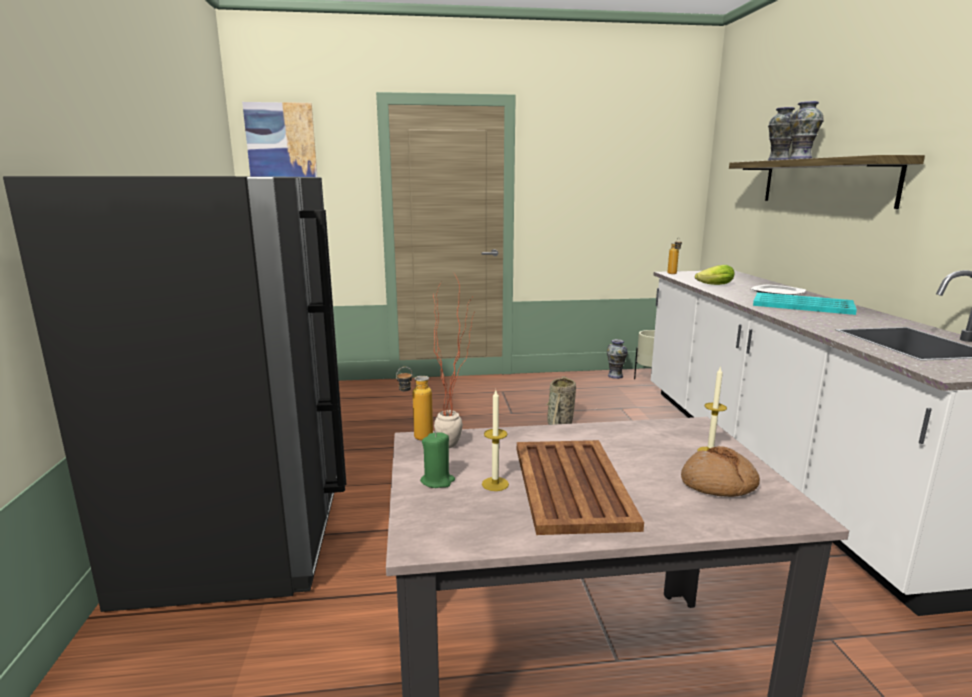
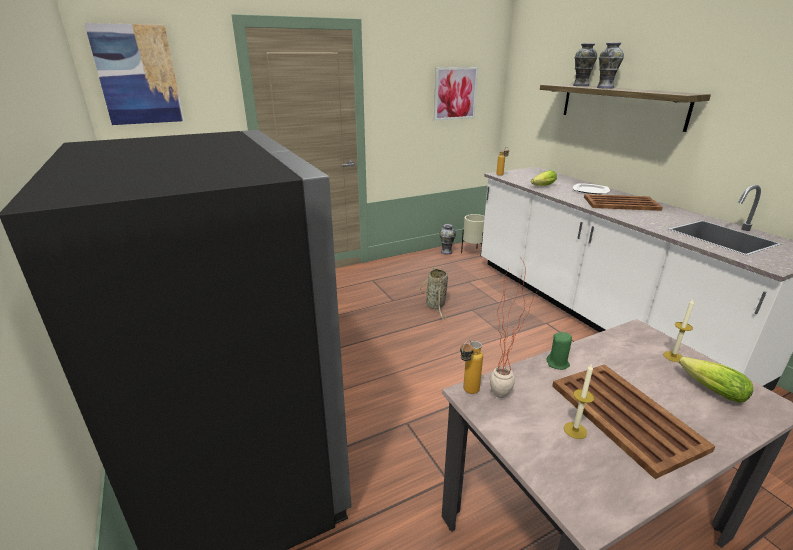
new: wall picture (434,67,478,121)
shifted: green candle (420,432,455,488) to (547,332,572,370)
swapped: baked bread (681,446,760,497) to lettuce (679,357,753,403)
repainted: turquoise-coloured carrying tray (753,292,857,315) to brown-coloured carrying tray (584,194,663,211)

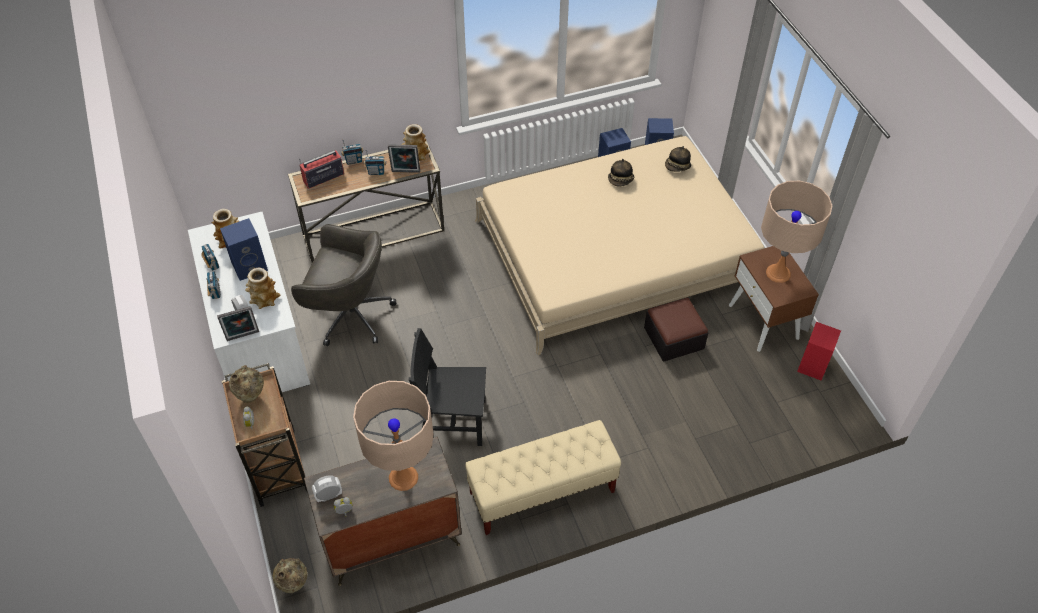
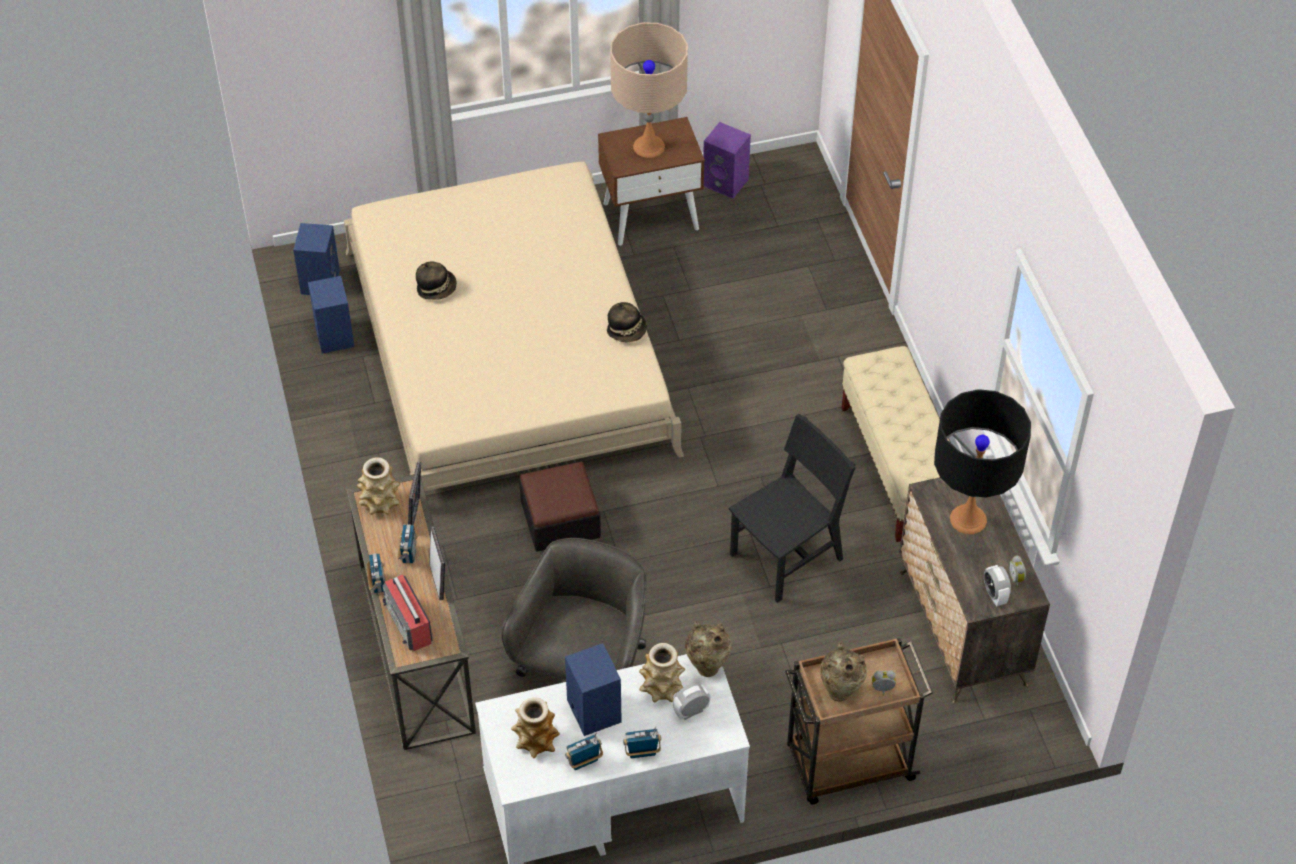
shifted: photo frame (217,306,259,341) to (429,526,445,600); sand-coloured vase (272,558,308,593) to (685,621,732,677); footrest (644,297,708,361) to (519,462,601,552); wearable hat (665,146,691,172) to (607,302,647,343)
repainted: sand-coloured tabletop lamp (353,381,433,491) to black tabletop lamp (934,389,1031,534); red audio speaker (797,322,841,381) to purplish audio speaker (703,122,751,199)
rotated: black plain chair (409,328,486,446) = (729,414,856,603) 135 degrees counterclockwise

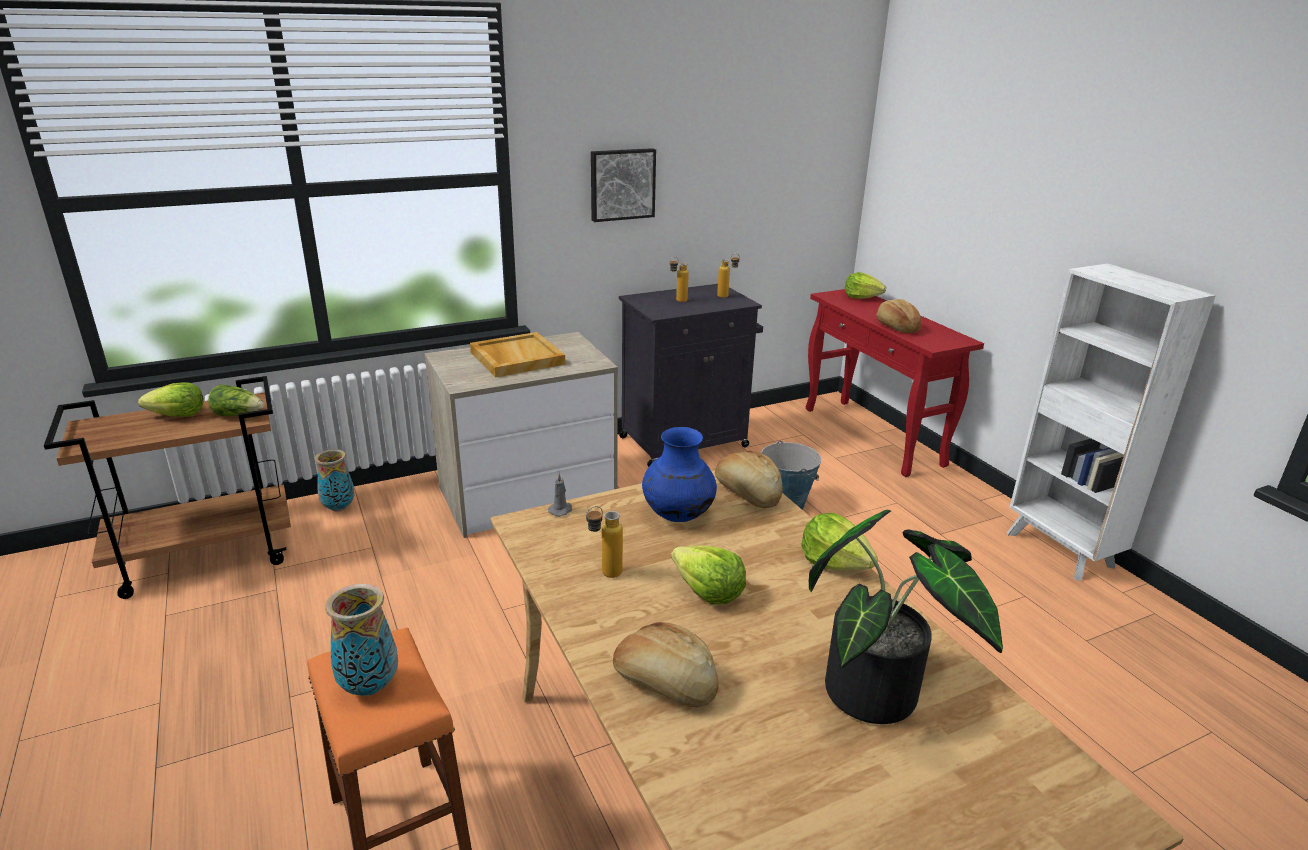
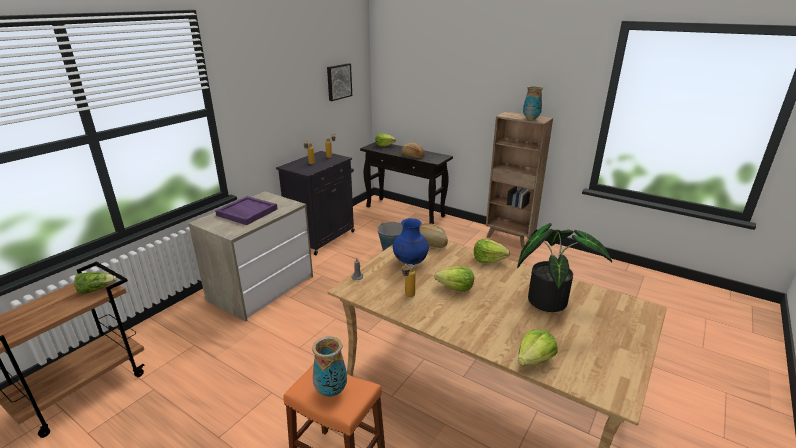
gone: baked bread (613,622,719,707)
shifted: lettuce (138,382,204,416) to (518,330,557,365); vase (315,449,354,512) to (523,86,543,120); wall picture (591,148,656,222) to (327,63,352,101)
repainted: sand-coloured carrying tray (470,332,565,378) to purplish carrying tray (215,196,278,225); red hall table (806,289,984,477) to black hall table (360,142,453,224); whitish bookshelf (1007,264,1216,581) to brown-coloured bookshelf (486,112,553,248)

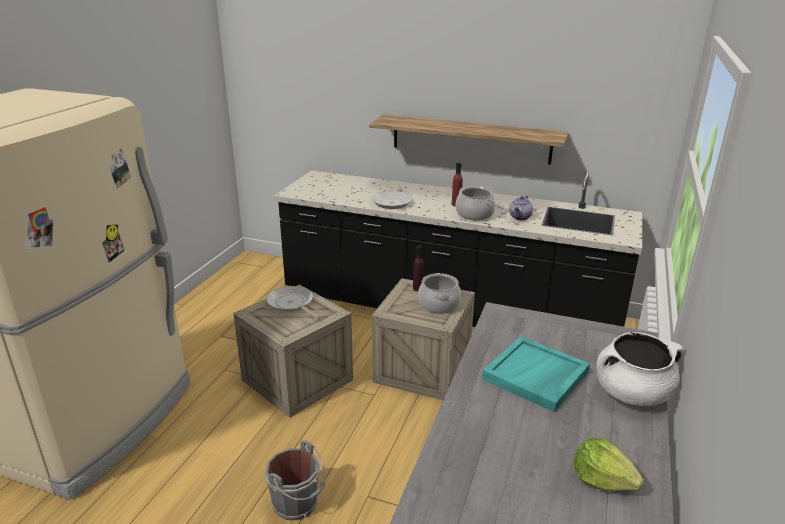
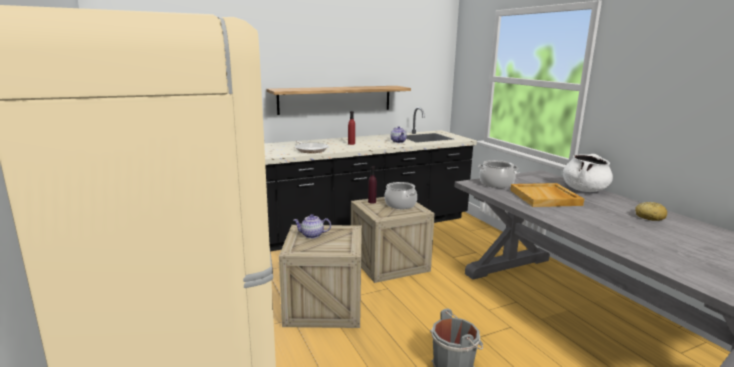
shifted: cooking pot (456,186,496,221) to (478,160,518,188)
swapped: pan (266,286,320,319) to pot for tea (293,214,331,238); lettuce (574,438,644,491) to baked bread (635,202,667,221)
repainted: turquoise-coloured carrying tray (482,336,590,412) to sand-coloured carrying tray (510,183,584,207)

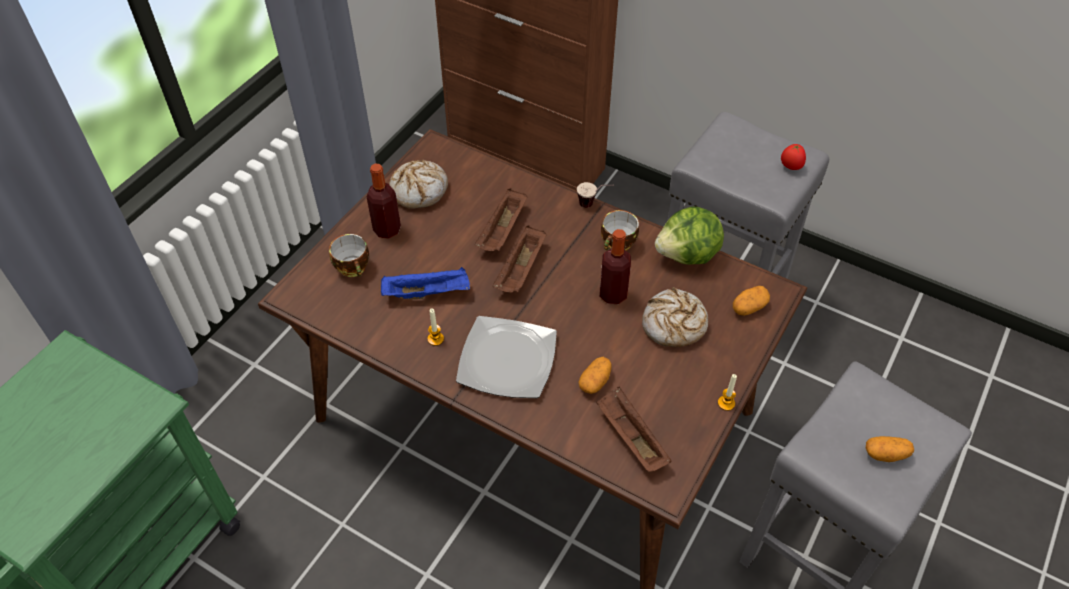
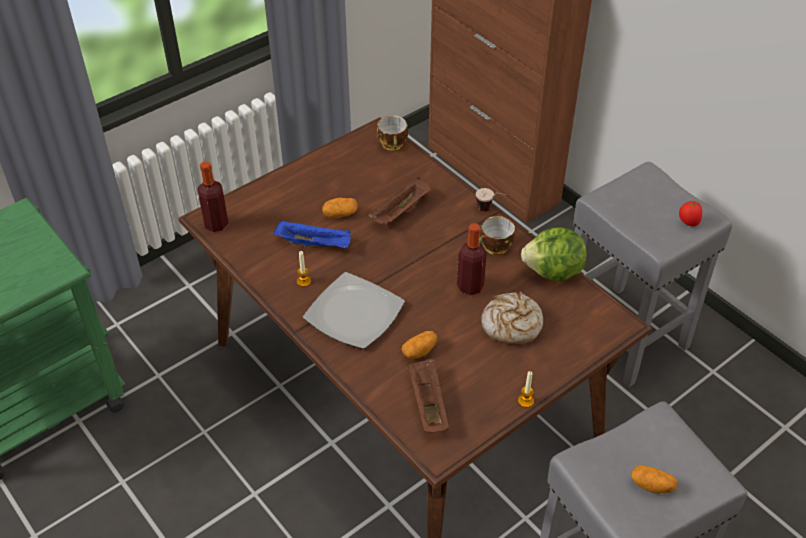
gone: baked bread (389,160,448,208); brown-coloured carrying tray (493,226,547,293)
shifted: small cup (329,234,369,277) to (377,116,408,151); beverage bottle (367,163,401,239) to (197,161,229,232); potato (733,286,770,316) to (322,198,358,218)

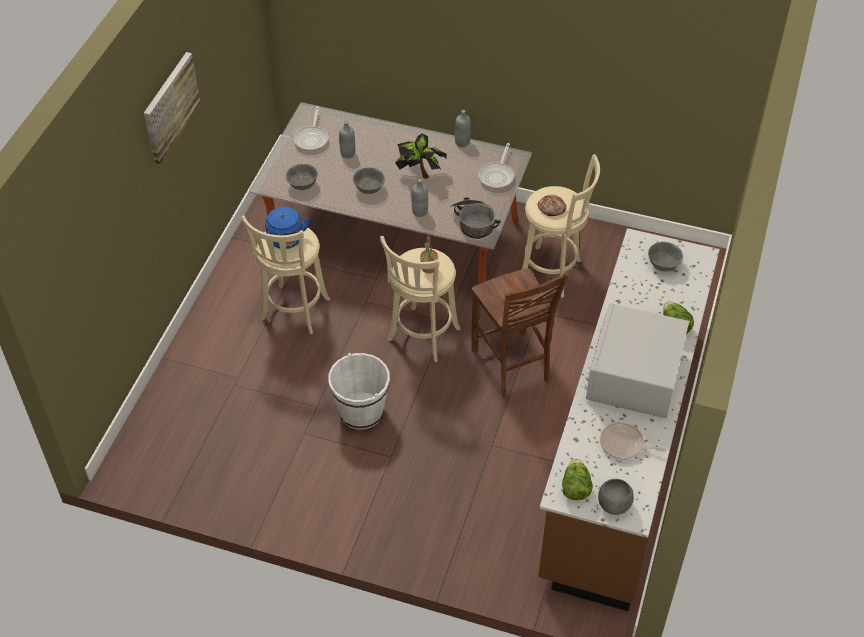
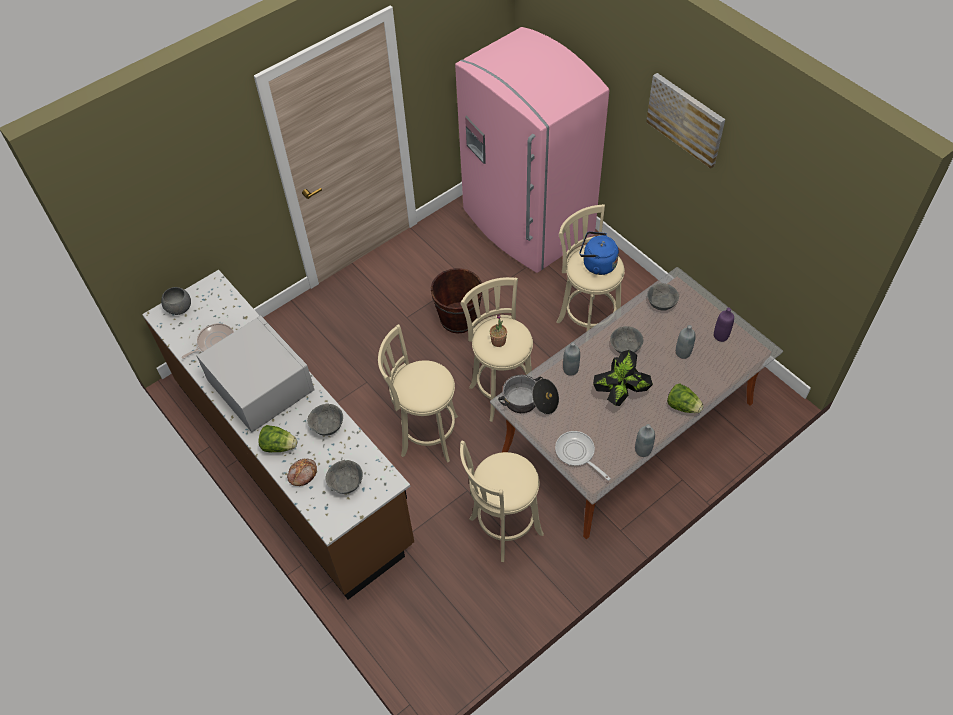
new: gray deep dish (307,403,343,436); pink fridge (455,27,609,273)
shifted: baked bread (538,195,566,216) to (287,459,317,486); lettuce (562,459,593,500) to (667,383,704,413)
swapped: pan (294,106,329,151) to purplish beverage bottle (714,308,734,342); brown-coloured plain chair (471,268,569,398) to sand-coloured stool seat (378,324,458,463)
repainted: whitish bucket (328,353,390,430) to brown-coloured bucket (431,268,482,334)

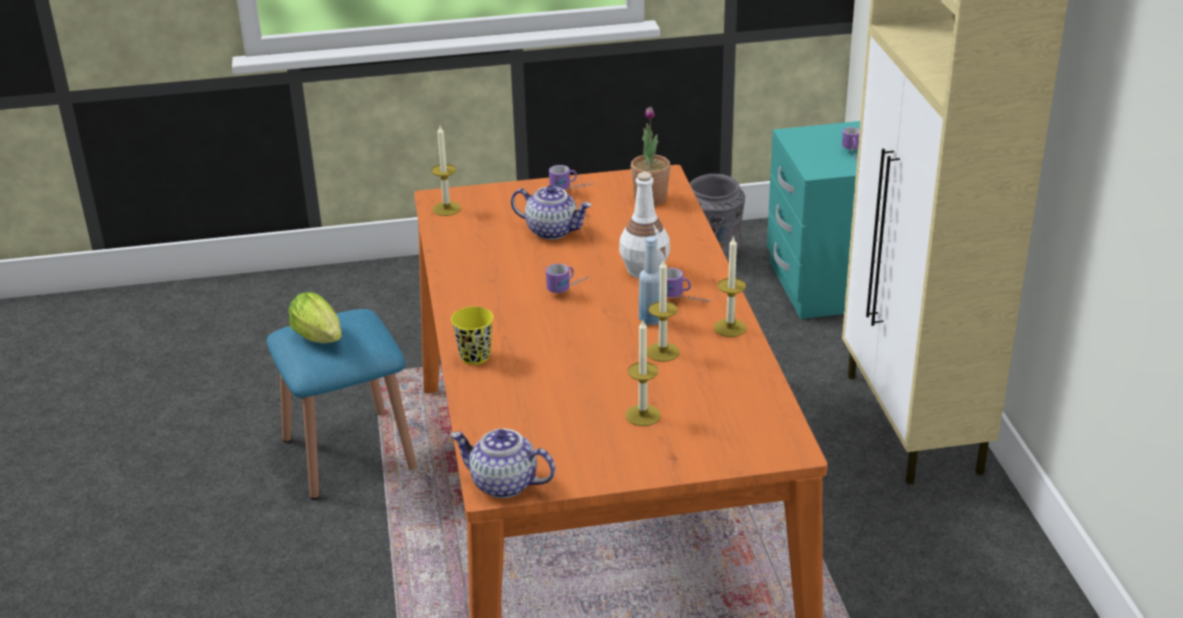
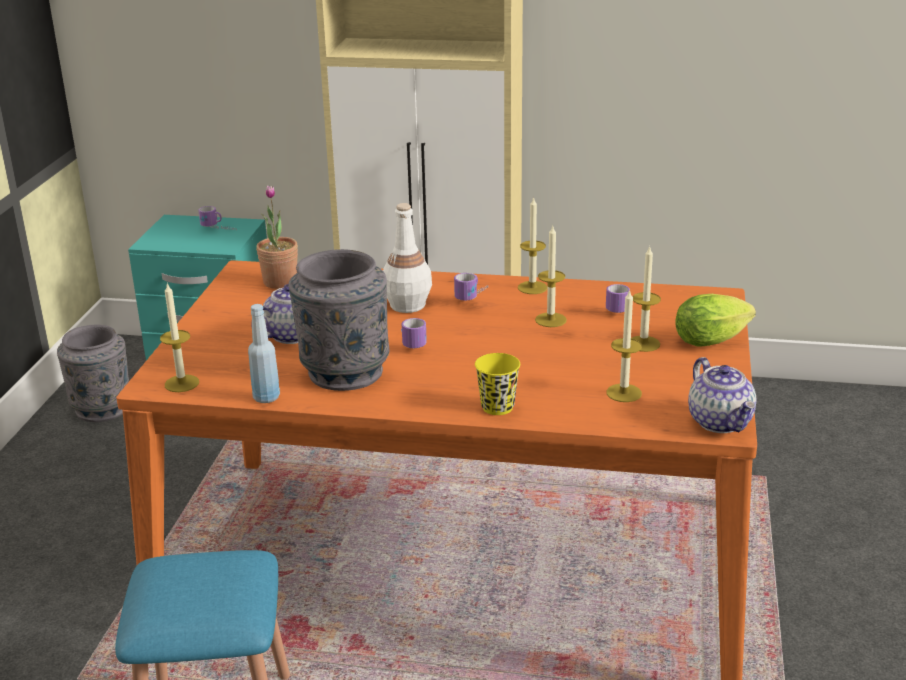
new: gray vase (289,249,389,391); candle (607,289,642,402)
shifted: lettuce (288,292,342,343) to (675,294,756,347); tea mug (549,165,594,190) to (606,284,630,313); blue beverage bottle (639,236,660,325) to (248,304,280,403)
rotated: pot for tea (450,429,555,498) = (688,357,756,433) 60 degrees counterclockwise

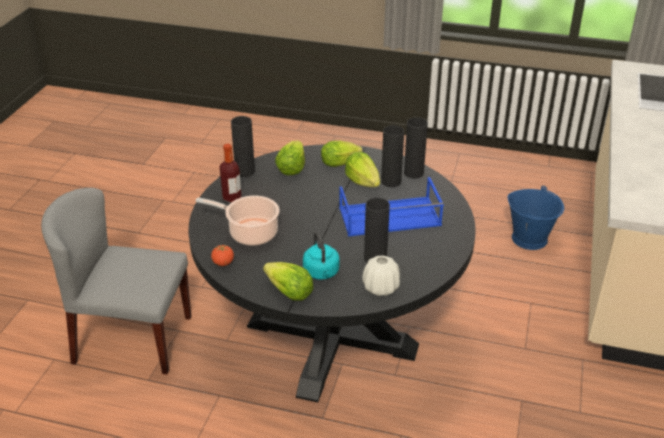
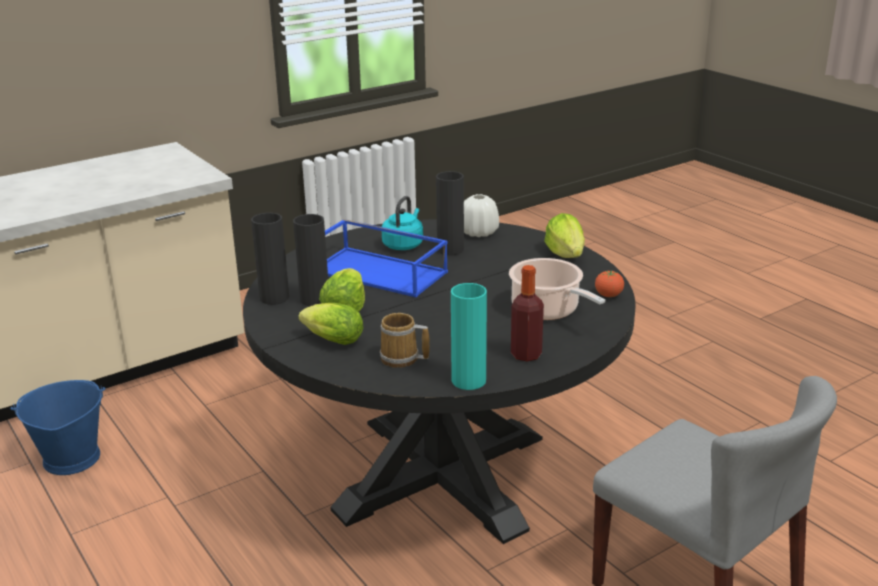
shifted: turquoise-coloured water kettle (303,232,340,280) to (382,196,423,250)
swapped: lettuce (275,140,305,175) to tea mug (380,313,430,368)
repainted: black vase (231,116,255,177) to turquoise-coloured vase (451,283,487,390)

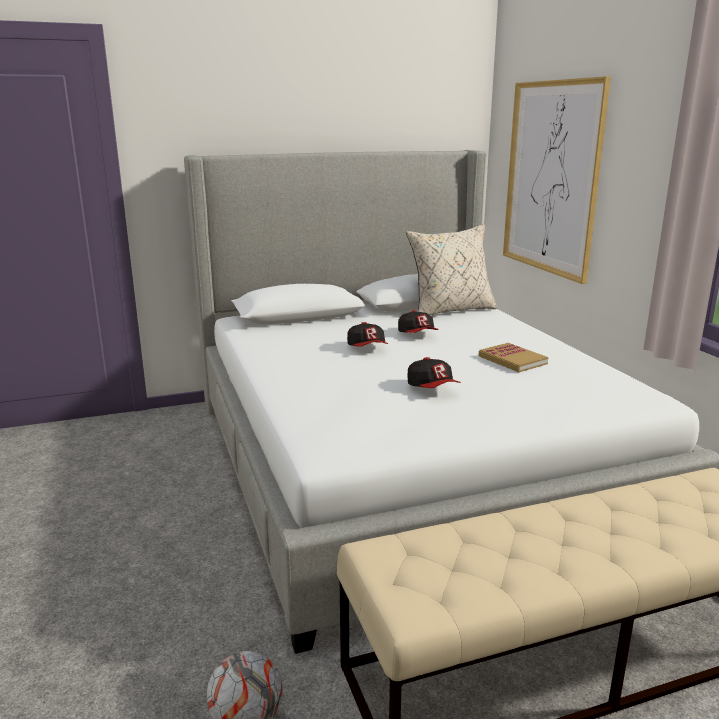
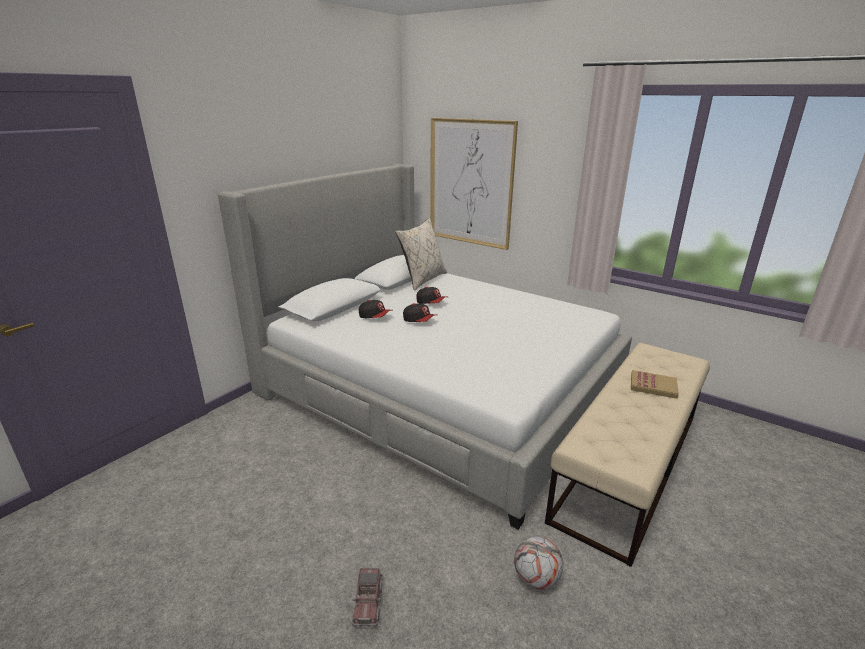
new: toy lorry (352,568,383,627)
shifted: peaked cap (408,357,461,388) to (359,300,391,318); volume (479,343,548,372) to (631,370,679,399)

